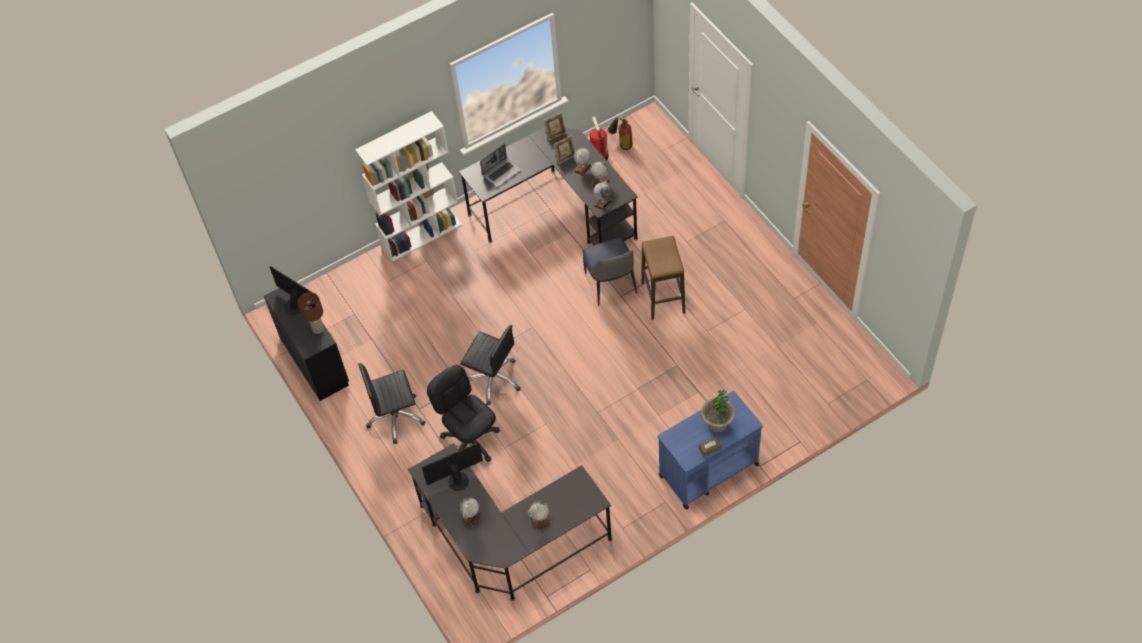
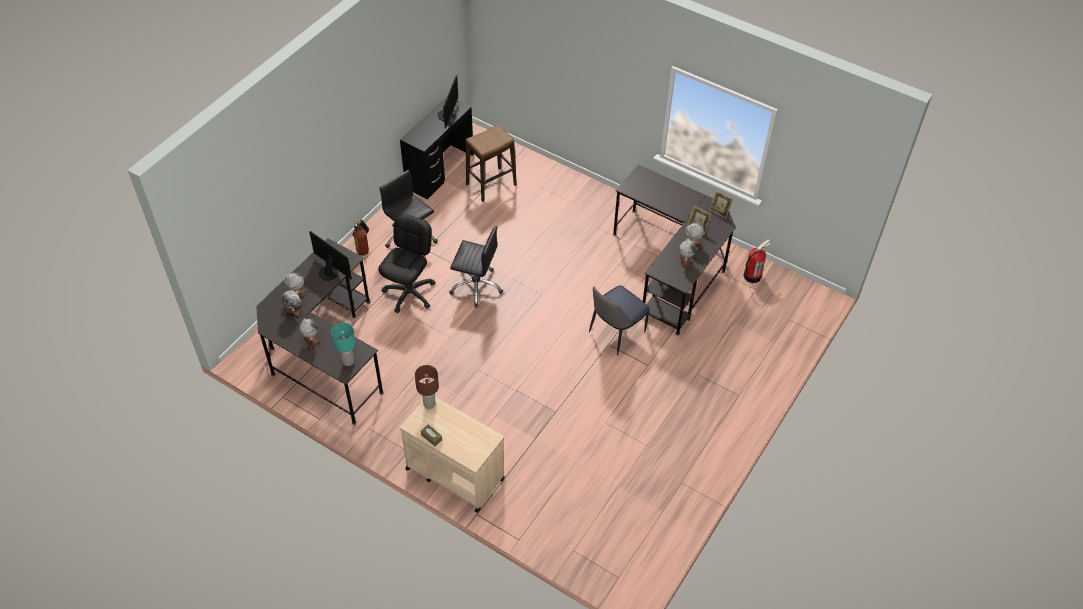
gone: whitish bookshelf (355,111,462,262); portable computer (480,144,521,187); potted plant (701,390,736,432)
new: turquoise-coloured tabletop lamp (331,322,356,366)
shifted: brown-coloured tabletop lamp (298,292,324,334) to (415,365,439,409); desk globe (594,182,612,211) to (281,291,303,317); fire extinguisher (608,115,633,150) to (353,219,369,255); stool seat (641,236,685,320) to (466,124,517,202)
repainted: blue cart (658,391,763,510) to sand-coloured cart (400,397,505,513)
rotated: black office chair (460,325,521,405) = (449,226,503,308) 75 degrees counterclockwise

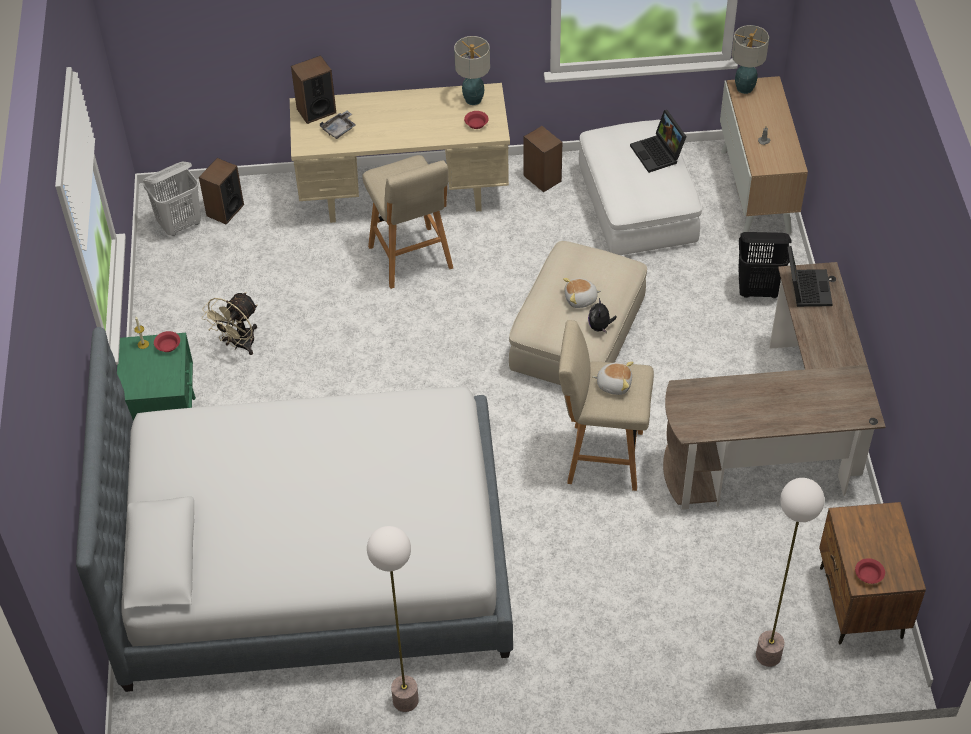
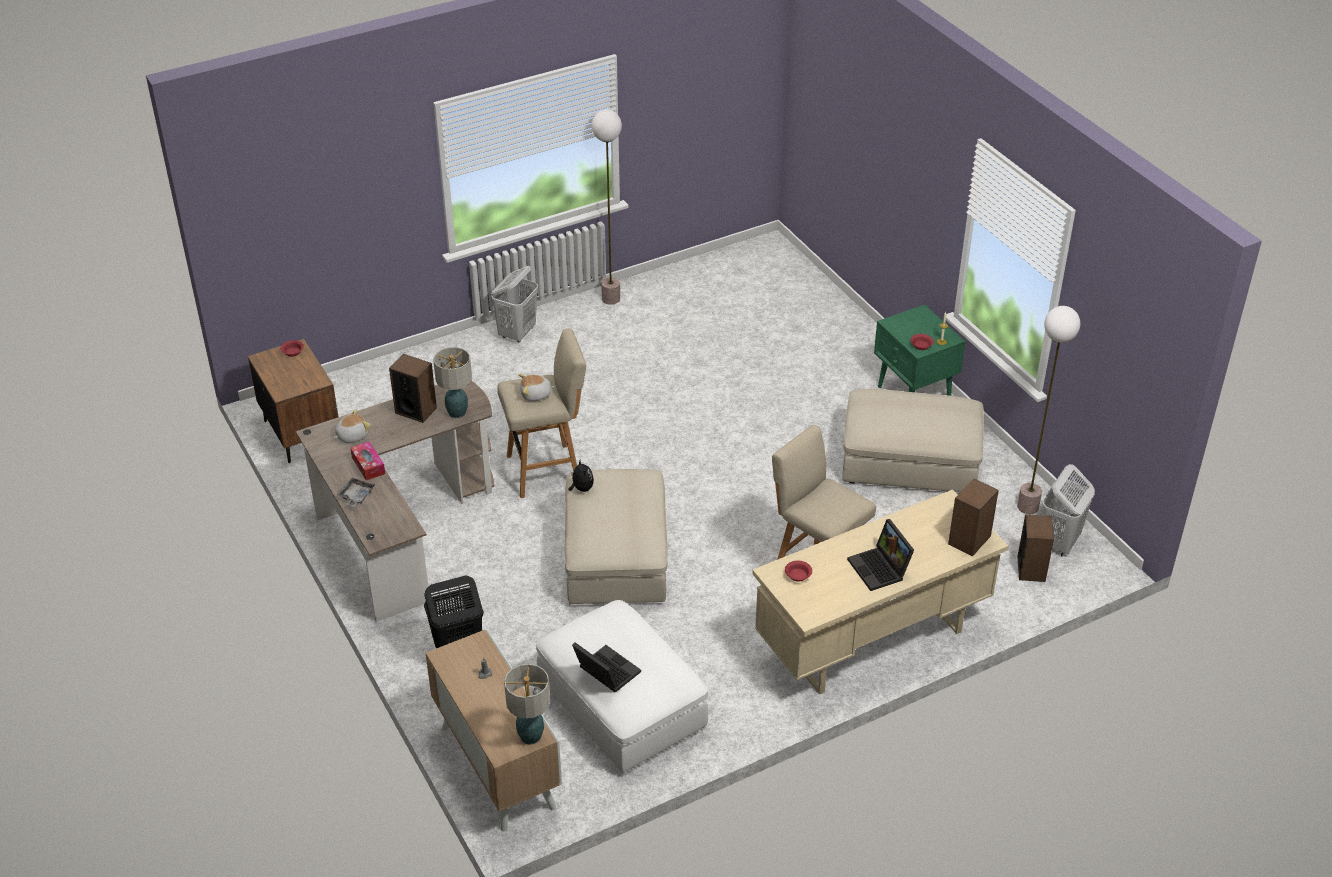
gone: sleeping bed (76,327,513,692)
new: tissue box (350,441,385,481); whitish washing basket (491,266,538,342)
shifted: gray carrying tray (320,111,356,139) to (337,478,375,507); tabletop lamp (454,36,490,105) to (434,347,472,418); audio speaker (524,126,562,192) to (389,354,437,423); soft toy (563,278,601,308) to (333,409,371,443); standard lamp (756,478,825,667) to (1017,306,1080,514); portable computer (787,246,833,307) to (847,519,914,591)
swapped: sand-coloured electric fan (202,292,258,355) to sand-coloured footrest (842,389,984,492)

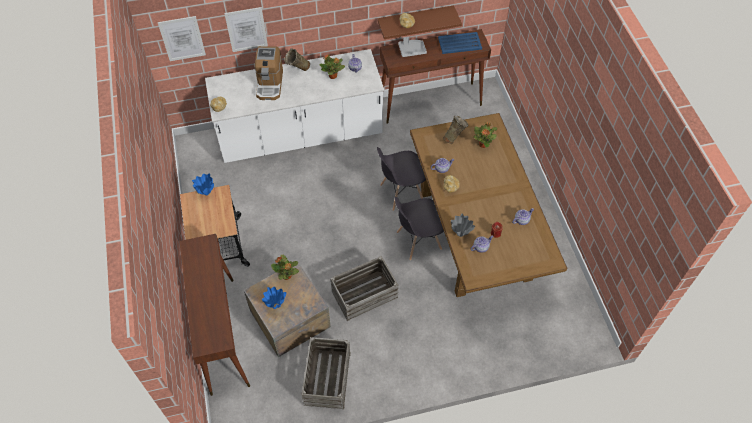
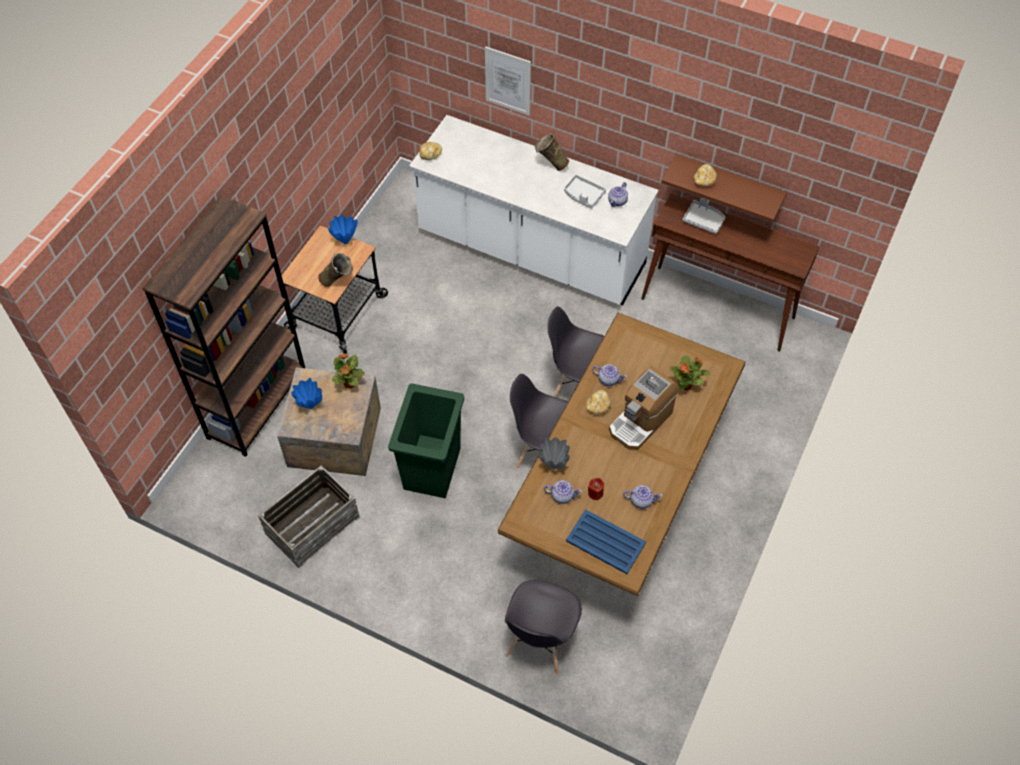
gone: wall picture (158,16,206,61)
new: gray plain chair (505,580,582,675)
shifted: coffee brewer (255,46,283,100) to (609,366,679,450); blue carrying tray (438,32,482,54) to (566,509,646,574); sand-coloured vase (443,116,469,144) to (318,253,353,287)
swapped: brown-coloured hall table (179,234,250,396) to brown-coloured bookshelf (142,195,305,457); potted plant (320,55,345,79) to gray carrying tray (564,175,606,209); crate (330,256,399,321) to green trash can (388,384,464,498)

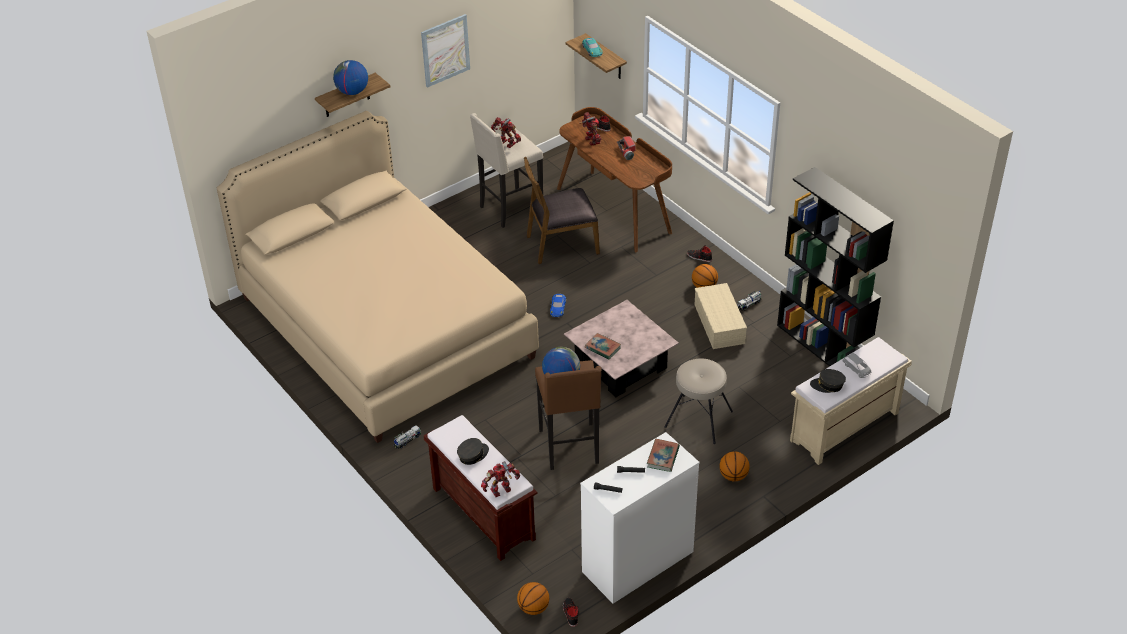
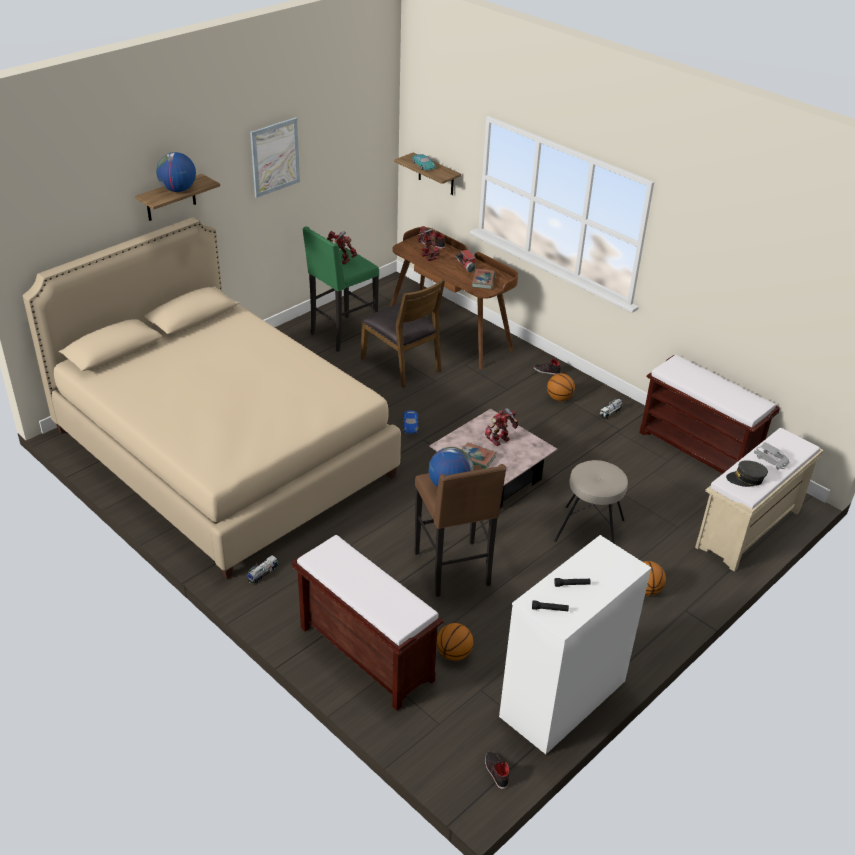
gone: gray peaked cap (457,438,489,465); sand-coloured storage bin (694,283,747,349)
shifted: model robot (481,461,520,497) to (485,408,519,446); basketball ball (517,582,549,615) to (437,623,473,661); volume (647,439,680,472) to (472,269,496,289)
swapped: black bookshelf (777,167,894,366) to brown-coloured indoor bench (639,355,780,474)
repainted: sand-coloured stool seat (470,113,543,228) to green stool seat (302,226,379,352)
rotated: brown-coloured plain chair (524,157,600,264) = (361,279,445,388) 105 degrees counterclockwise

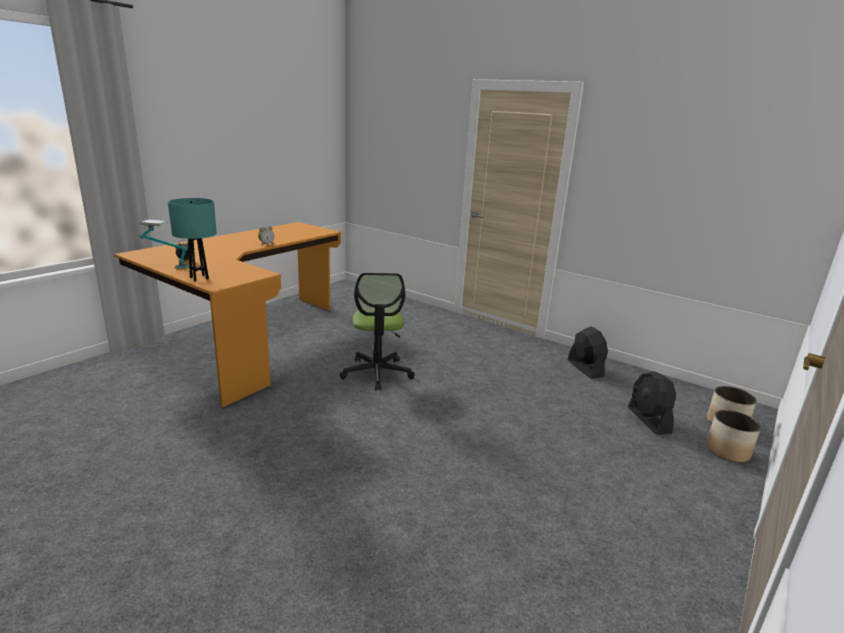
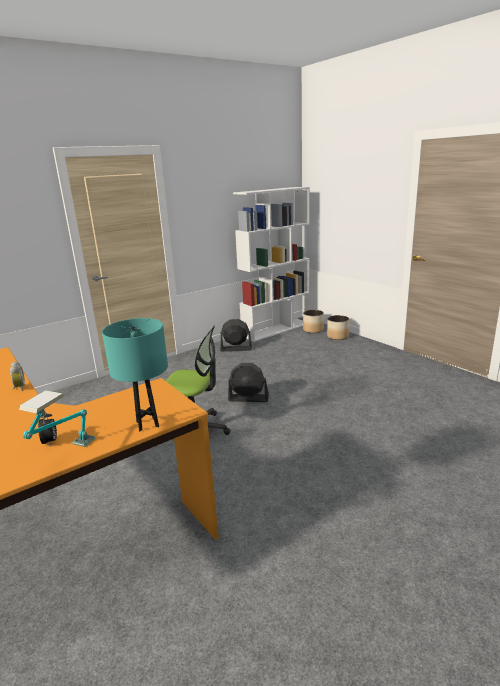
new: whitish bookshelf (233,187,310,342)
shifted: black electric fan (628,371,676,435) to (228,363,269,402)

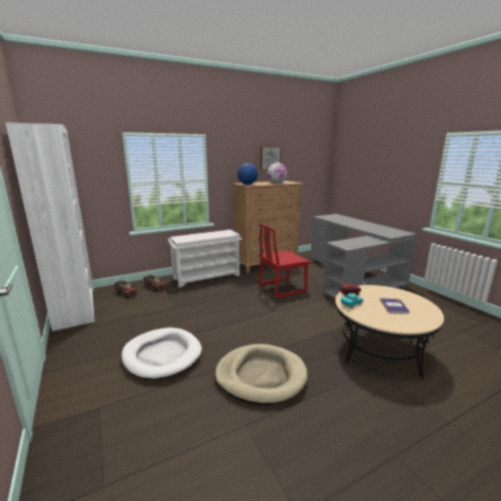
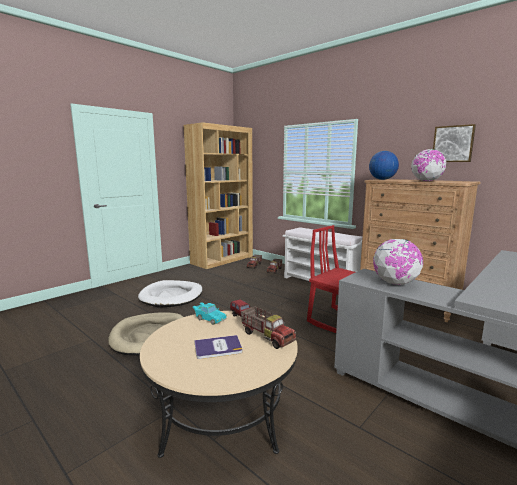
new: toy lorry (241,306,296,349); desk globe (373,239,423,285)
repainted: whitish bookshelf (5,122,95,331) to brown-coloured bookshelf (184,122,253,269)

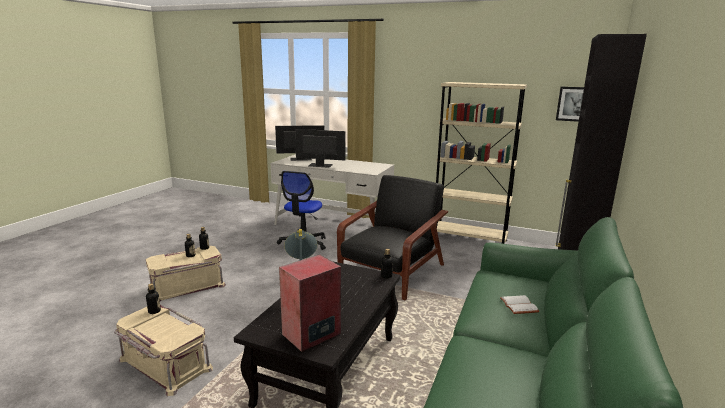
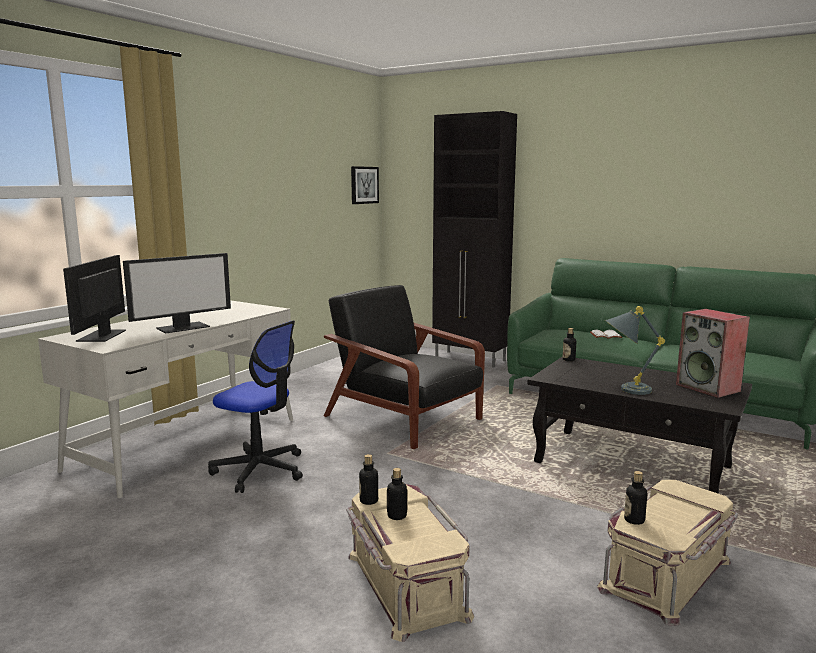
gone: sand-coloured bookshelf (436,82,527,244)
rotated: monitor (295,129,346,168) = (123,253,231,333) 150 degrees counterclockwise

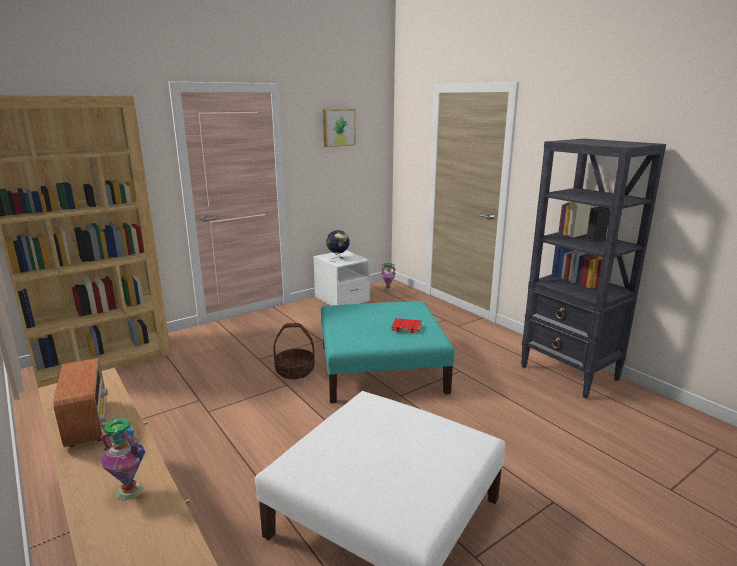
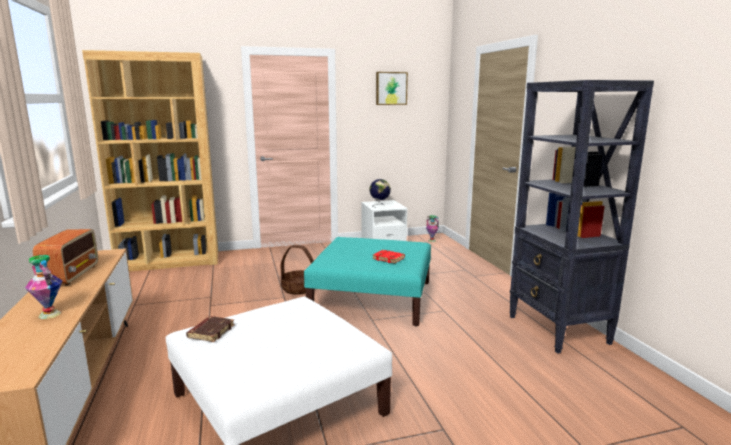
new: brown-coloured volume (186,316,235,342)

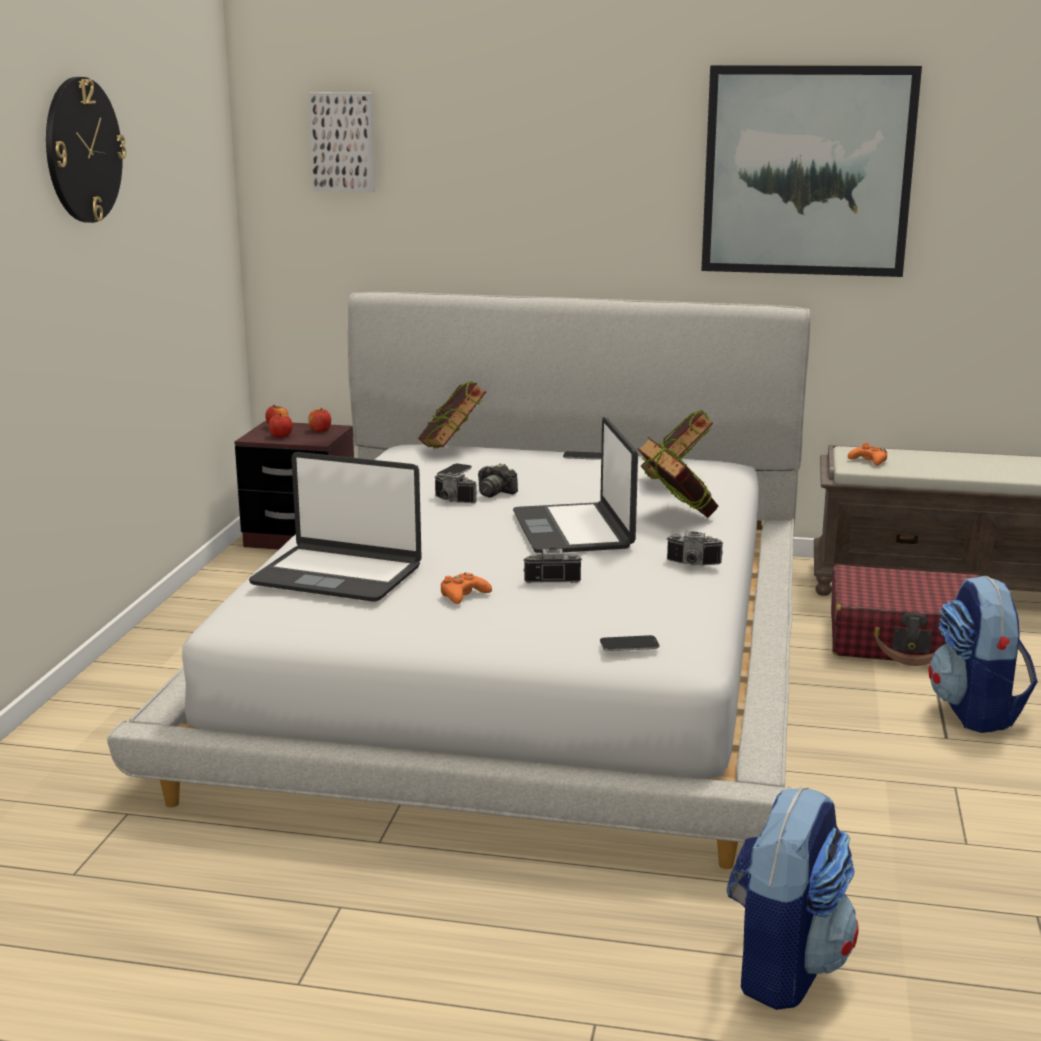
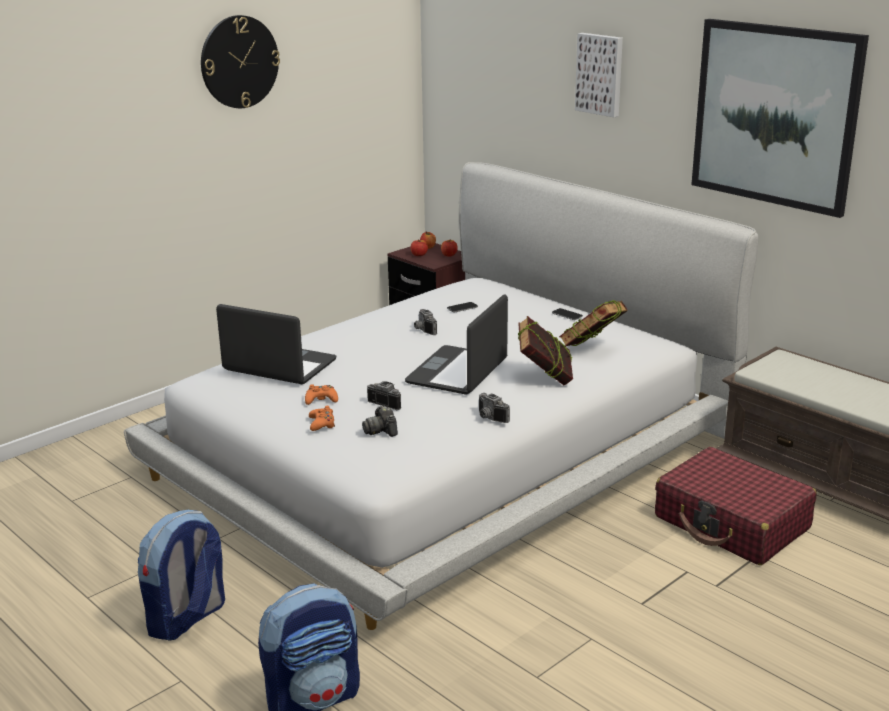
gone: volume (418,380,486,449); handset (600,635,659,651)
shifted: wall picture (308,92,375,192) to (575,33,623,117); photo camera (478,463,518,497) to (362,406,398,437); orange gamepad (848,442,887,465) to (309,406,335,431); knapsack (928,575,1038,733) to (138,510,225,641)
rotated: portable computer (249,452,421,602) = (216,304,336,384) 150 degrees clockwise

